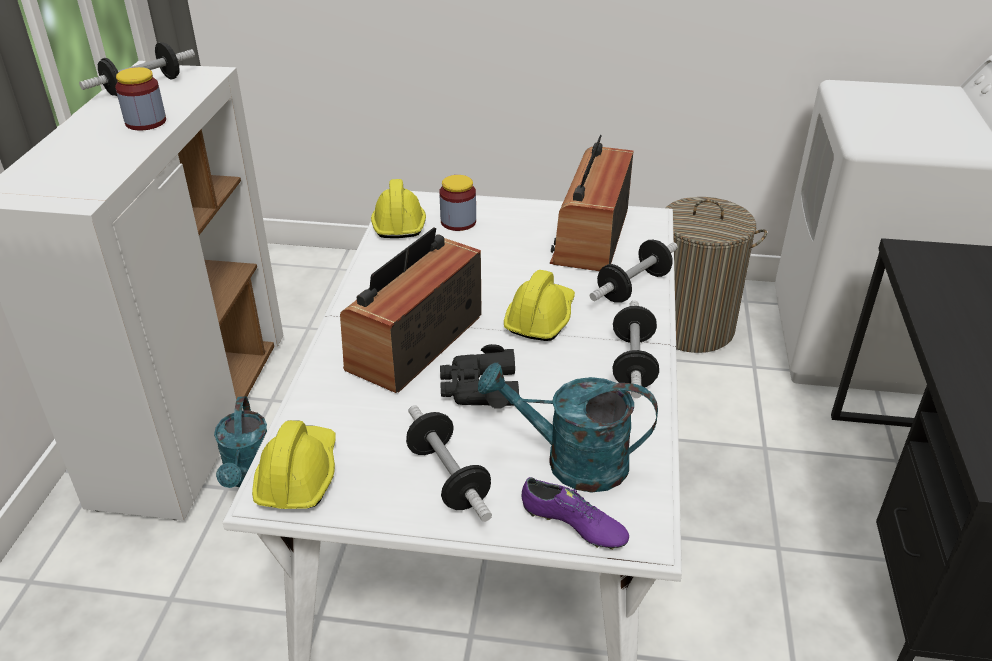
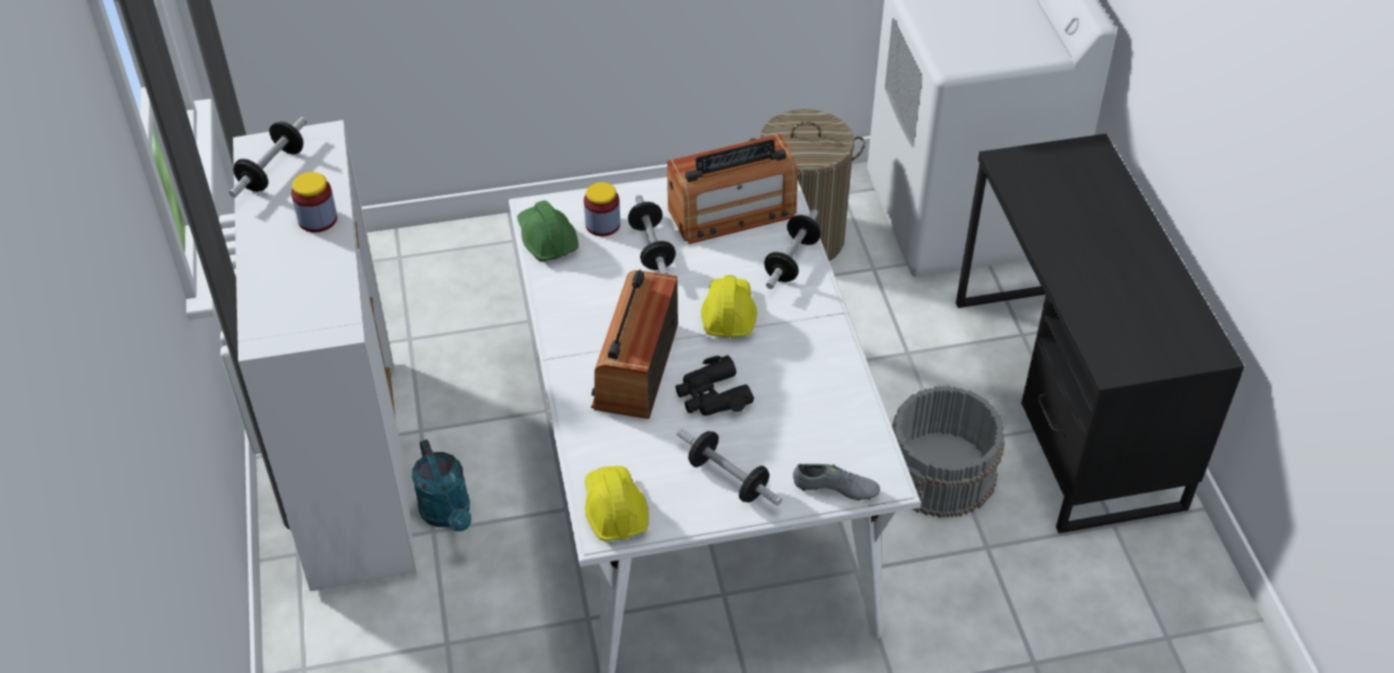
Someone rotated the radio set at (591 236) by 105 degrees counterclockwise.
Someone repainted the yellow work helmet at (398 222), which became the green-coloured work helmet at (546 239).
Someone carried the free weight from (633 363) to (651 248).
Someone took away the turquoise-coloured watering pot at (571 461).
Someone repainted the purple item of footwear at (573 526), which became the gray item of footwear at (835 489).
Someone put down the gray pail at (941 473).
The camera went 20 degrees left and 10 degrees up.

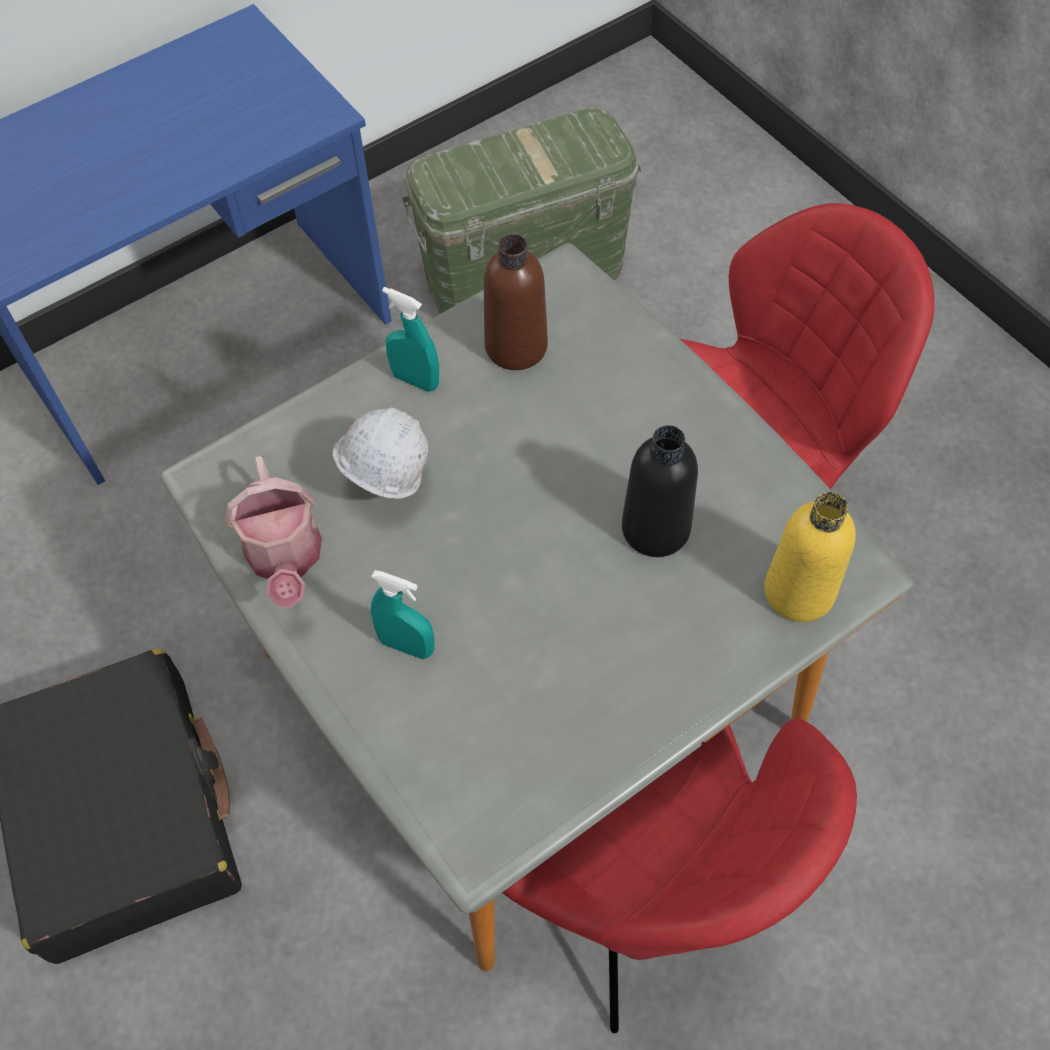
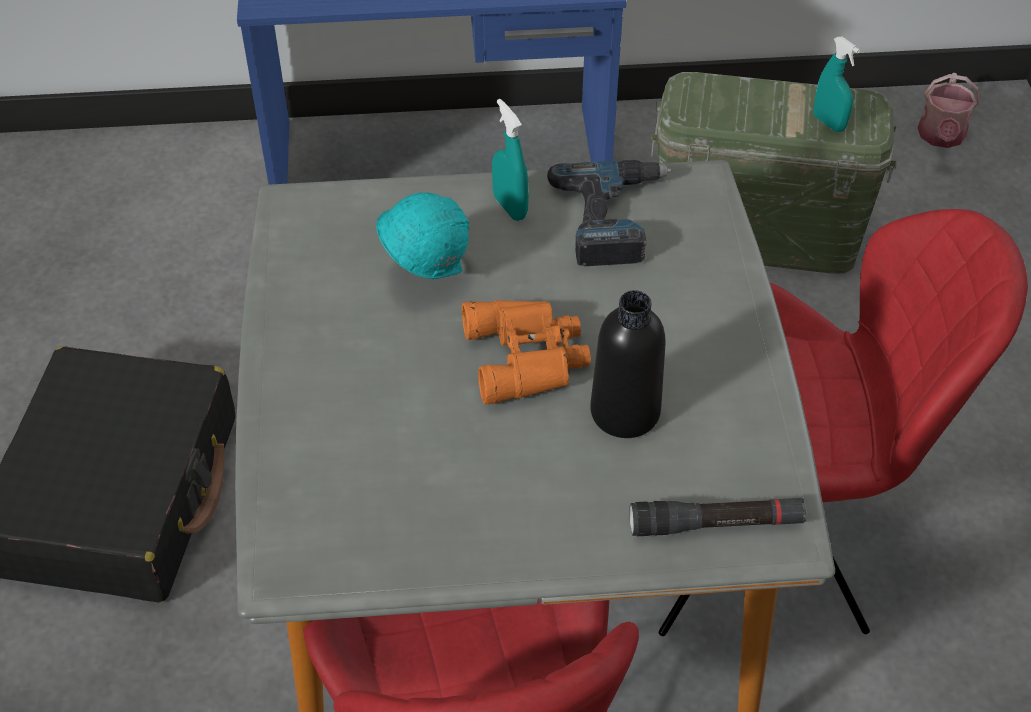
Someone swapped the brown-coloured bottle at (516 346) for the electric drill at (614 219).
Someone repainted the whitish work helmet at (385 484), which became the turquoise-coloured work helmet at (425 272).
Someone carried the watering pot from (286 559) to (941 137).
Someone swapped the yellow bottle at (799 591) for the black torch at (716 524).
Someone carried the turquoise-coloured sprayer from (407 645) to (829 123).
Someone put down the orangey pair of binoculars at (528 356).
The camera went 30 degrees right and 10 degrees down.

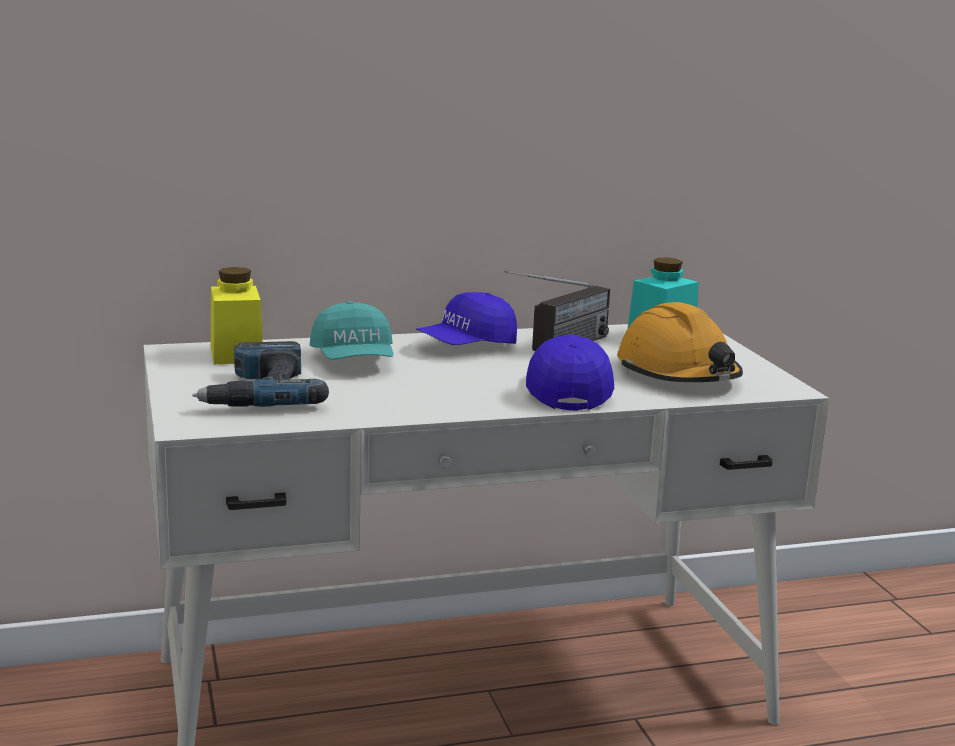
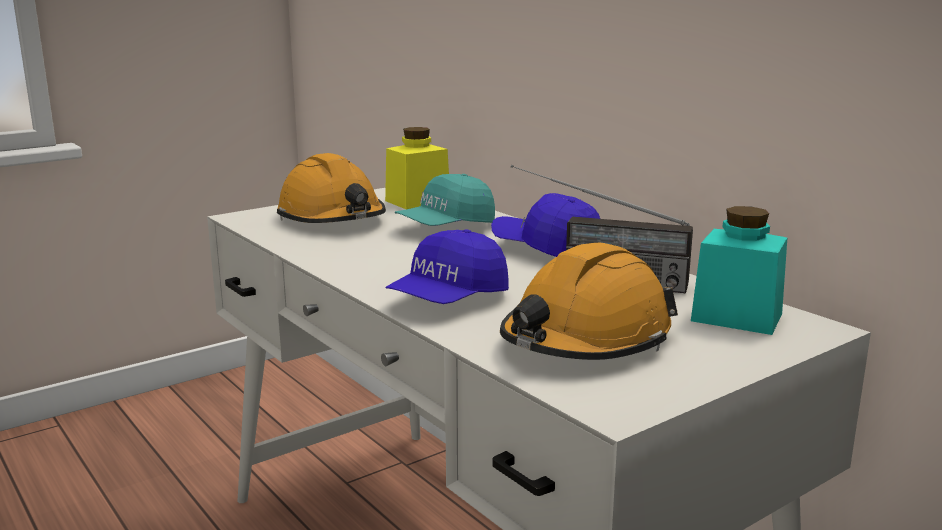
Someone rotated the bluish peaked cap at (567 391) by 150 degrees clockwise.
Someone swapped the electric drill at (259 392) for the orangey work helmet at (332 218).
The camera went 70 degrees right and 0 degrees up.

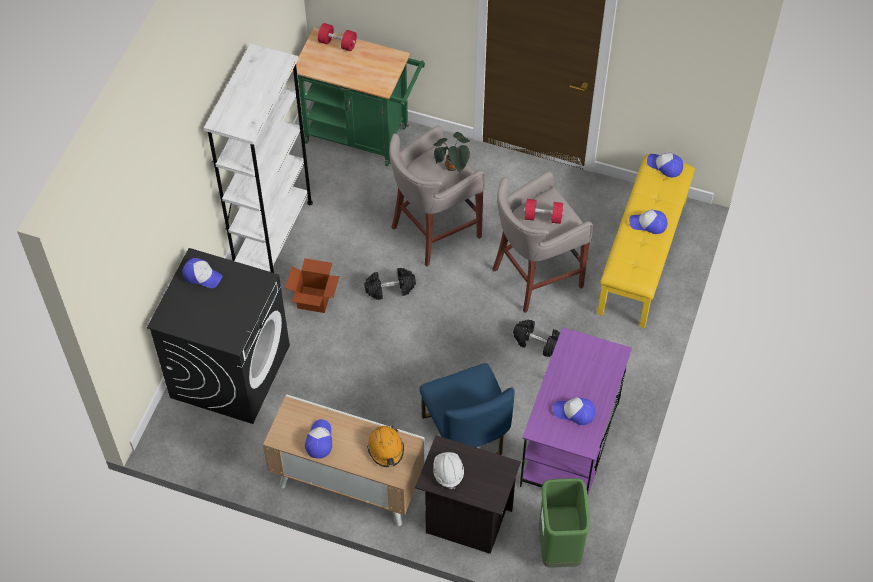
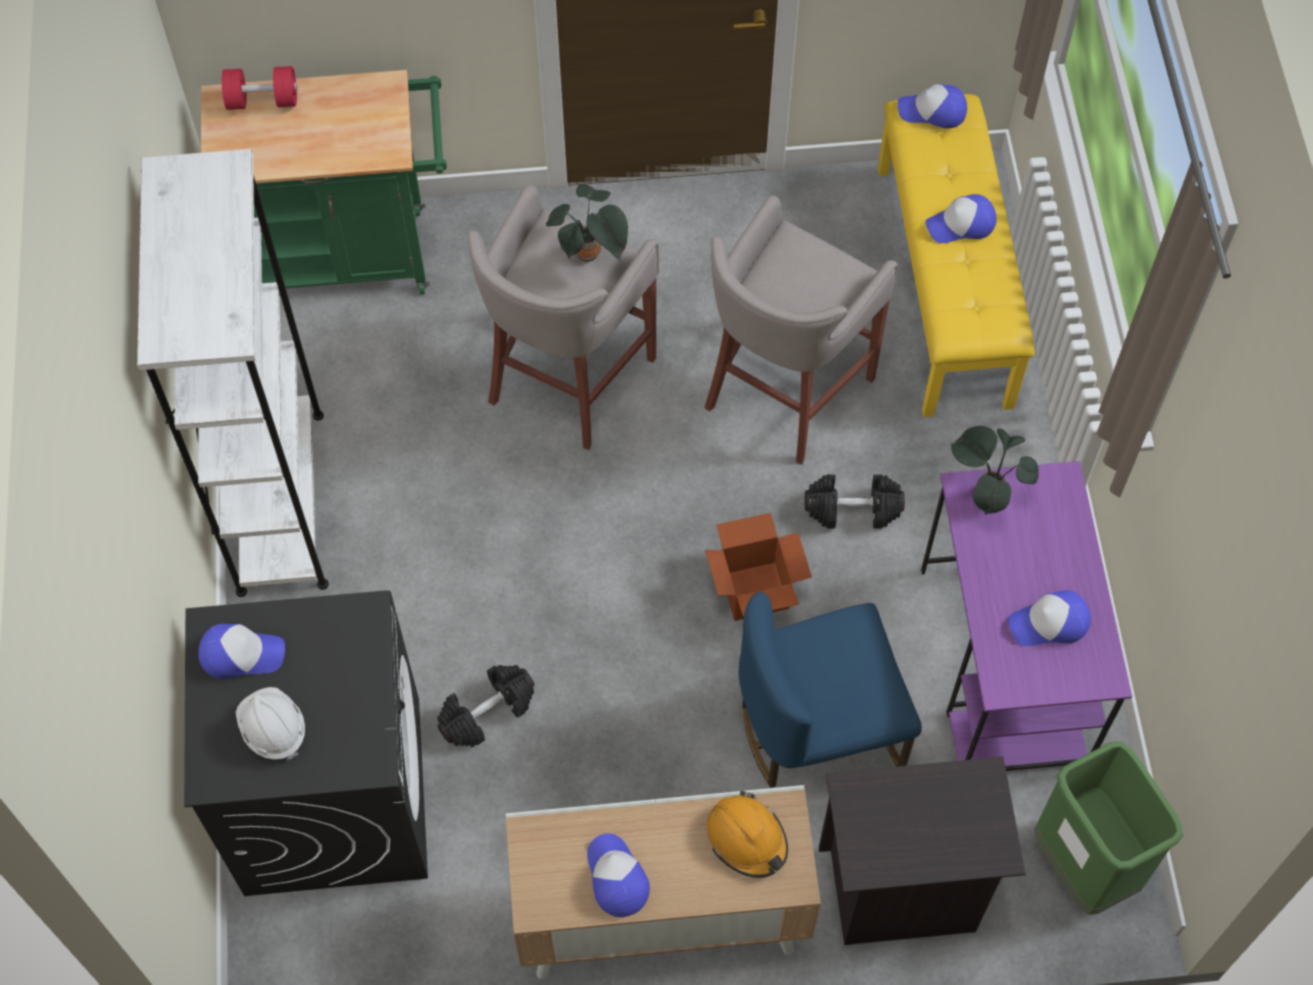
Someone took away the reddish free weight at (543 217).
Someone carried the cardboard box from (313 299) to (754 592).
Someone carried the black free weight from (390 288) to (487 712).
Someone rotated the bluish chair at (466 433) by 120 degrees clockwise.
Someone carried the whitish work helmet from (448 473) to (273 730).
Someone put down the houseplant at (985 494).
The camera went 25 degrees left and 5 degrees up.

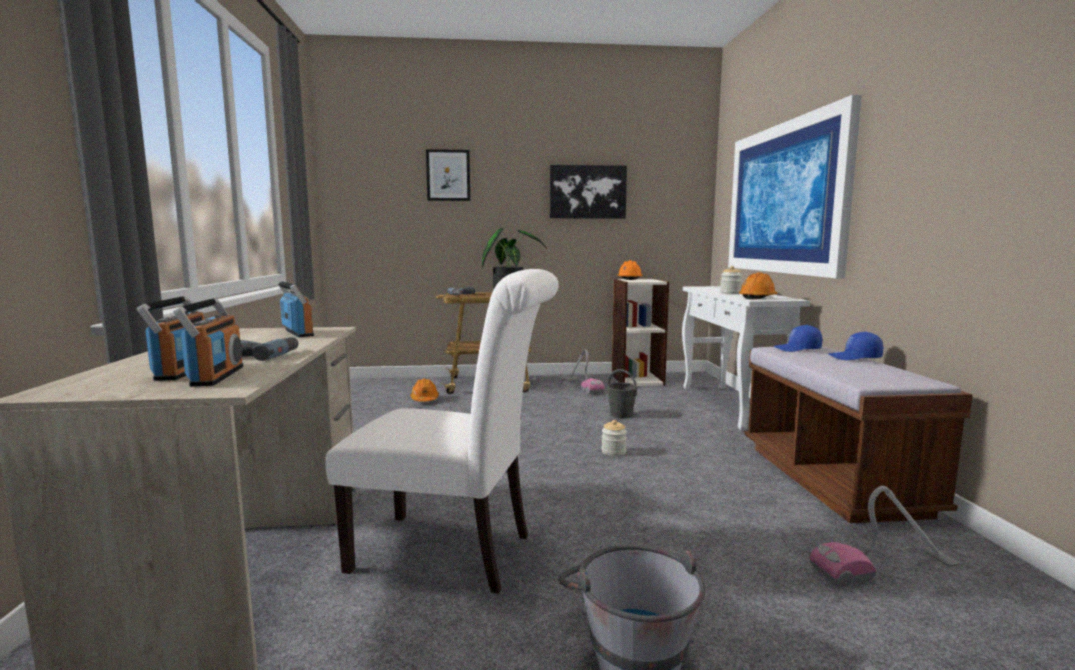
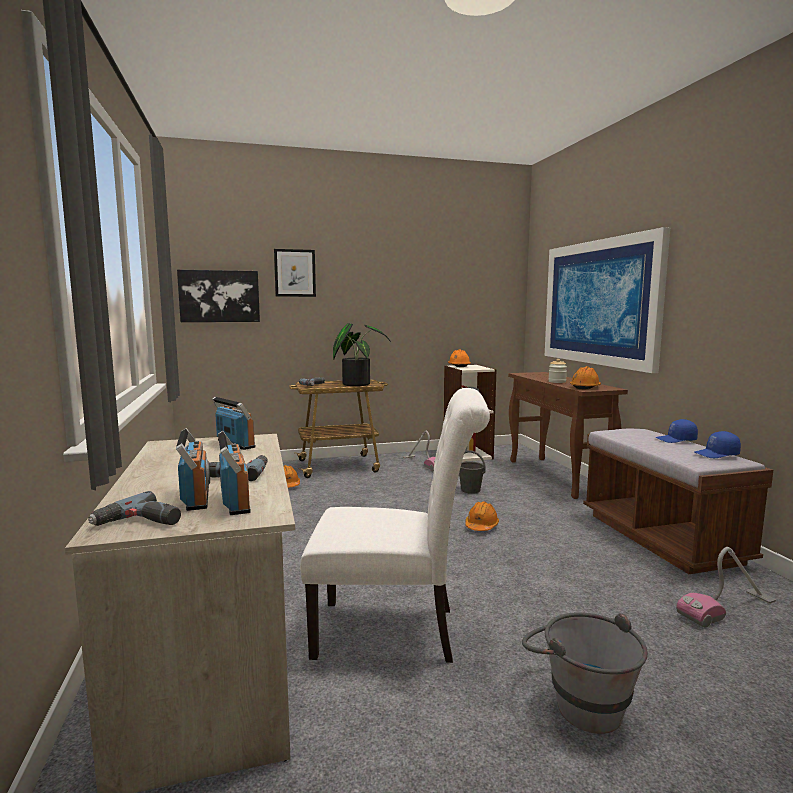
Someone carried the picture from (587 192) to (219 296).
Someone repainted the whitish console table at (731 407), which became the brown-coloured console table at (557 477).
Someone carried the bluish peaked cap from (797 349) to (716 454).
Someone swapped the jar at (613 452) for the orangey work helmet at (481 526).
Someone put down the electric drill at (139 523).
The camera went 10 degrees left and 0 degrees up.

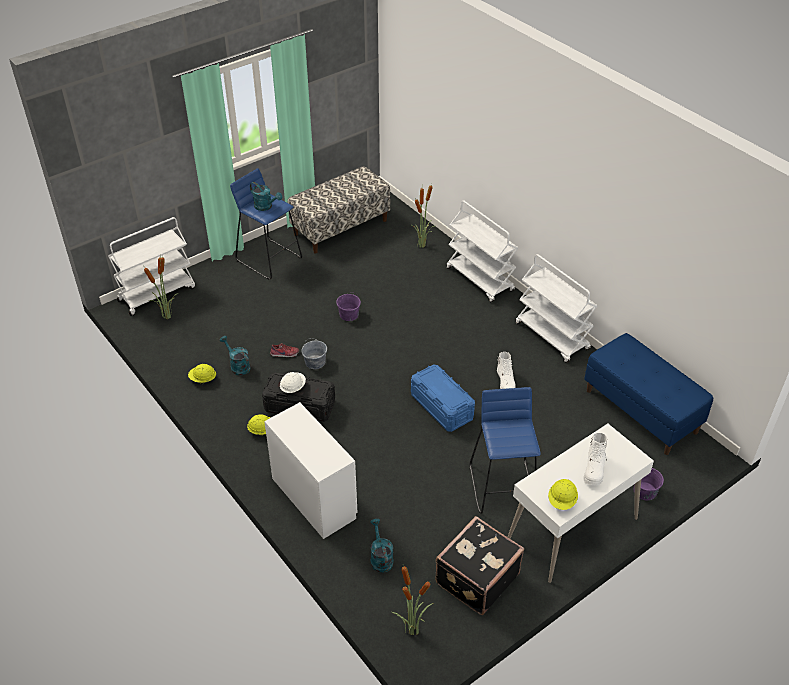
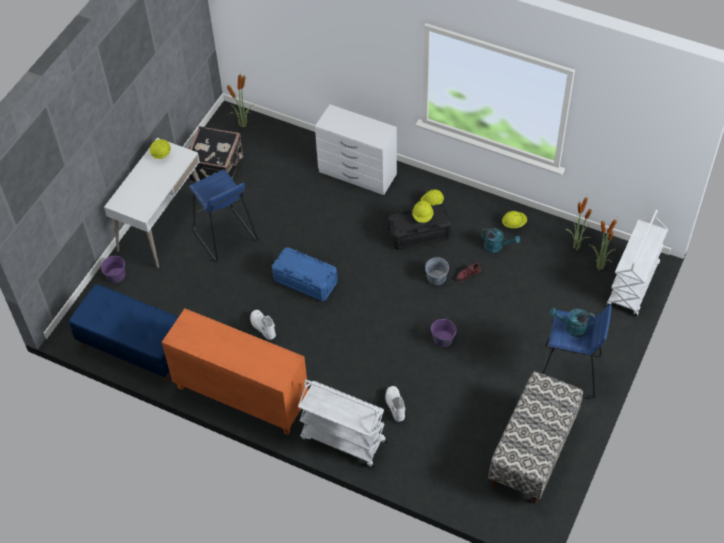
Someone carried the houseplant from (422 245) to (575 246).
Someone swapped the whitish trolley at (552 336) for the orangey storage cabinet at (240 396).
Someone repainted the whitish work helmet at (293 388), which became the yellow work helmet at (422 216).
Someone carried the whitish boot from (594 469) to (395 406).
Someone took away the turquoise-coloured watering pot at (380 558).
The camera went 155 degrees right and 10 degrees up.

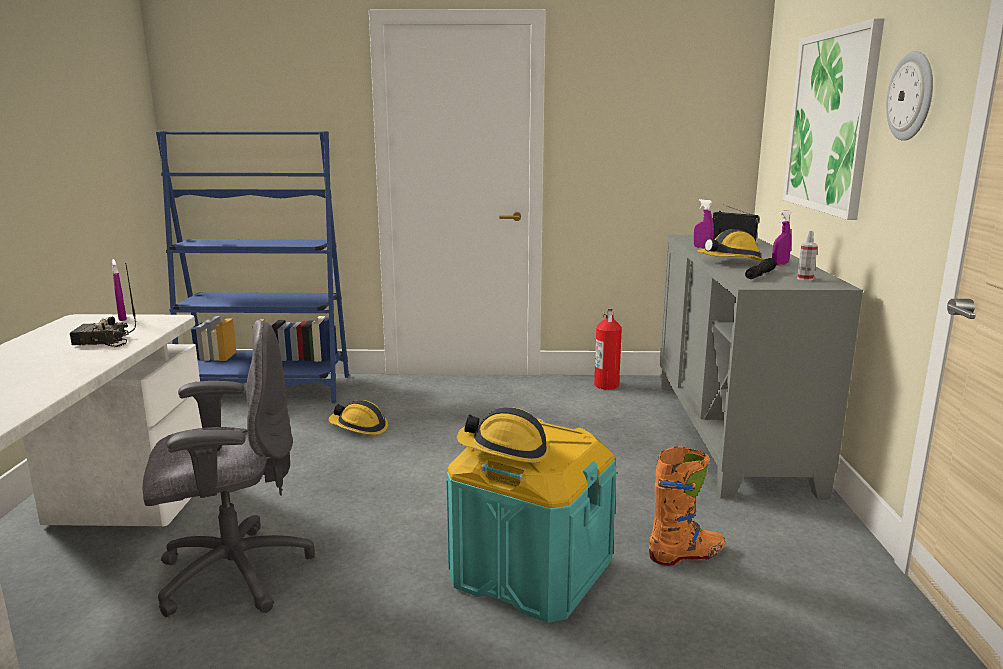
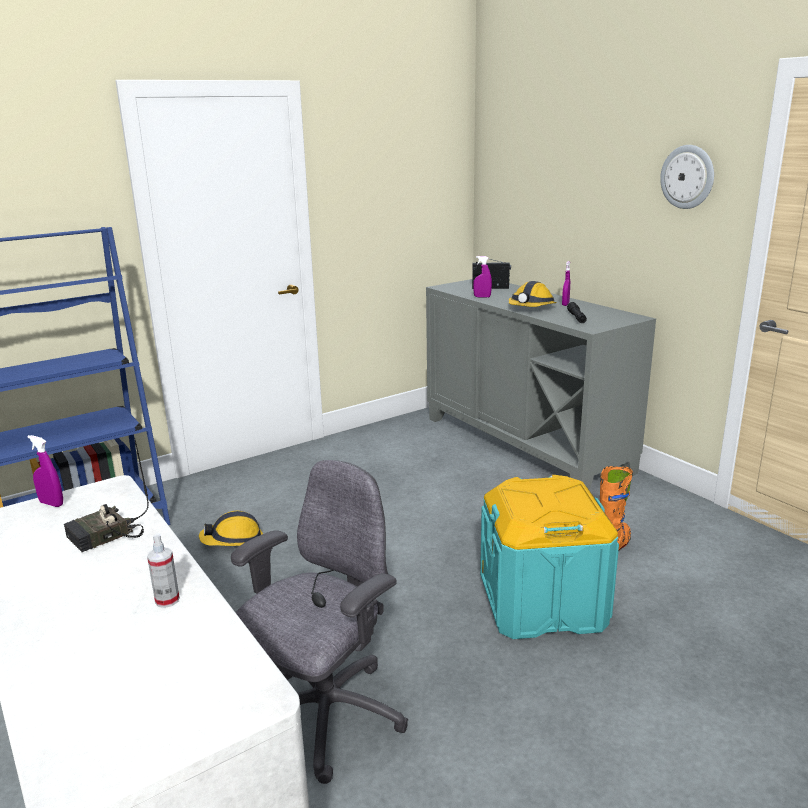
Someone took away the picture at (830 122).
Someone carried the sprayer from (805 279) to (167 600).
Someone took away the extinguisher at (607 385).
Someone took away the work helmet at (505 451).
The camera went 35 degrees left and 5 degrees up.

